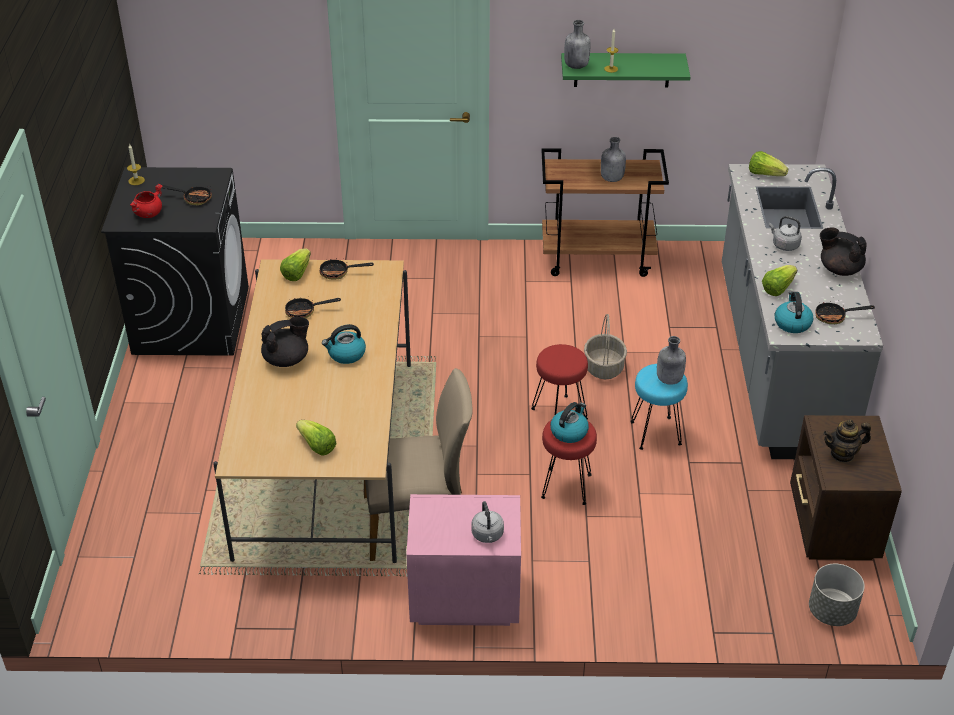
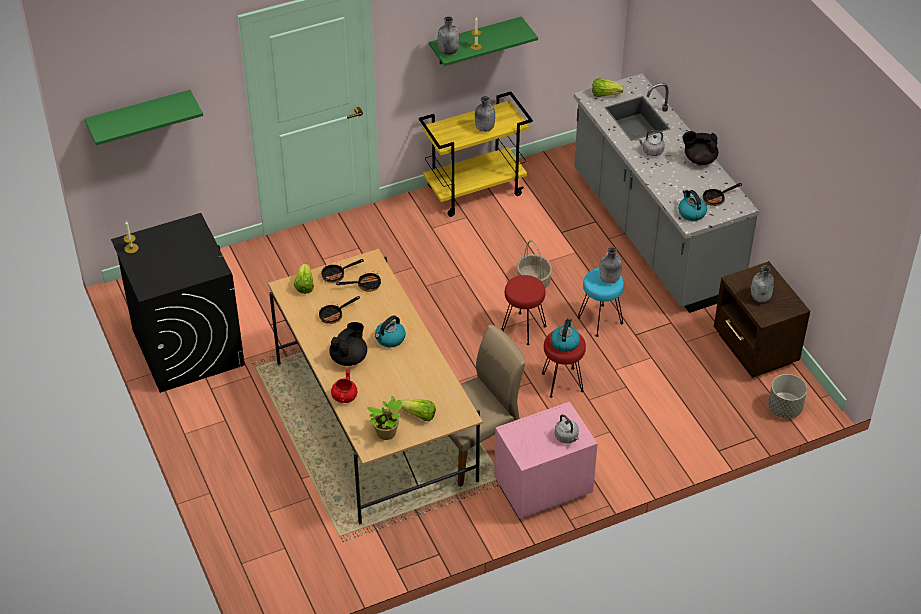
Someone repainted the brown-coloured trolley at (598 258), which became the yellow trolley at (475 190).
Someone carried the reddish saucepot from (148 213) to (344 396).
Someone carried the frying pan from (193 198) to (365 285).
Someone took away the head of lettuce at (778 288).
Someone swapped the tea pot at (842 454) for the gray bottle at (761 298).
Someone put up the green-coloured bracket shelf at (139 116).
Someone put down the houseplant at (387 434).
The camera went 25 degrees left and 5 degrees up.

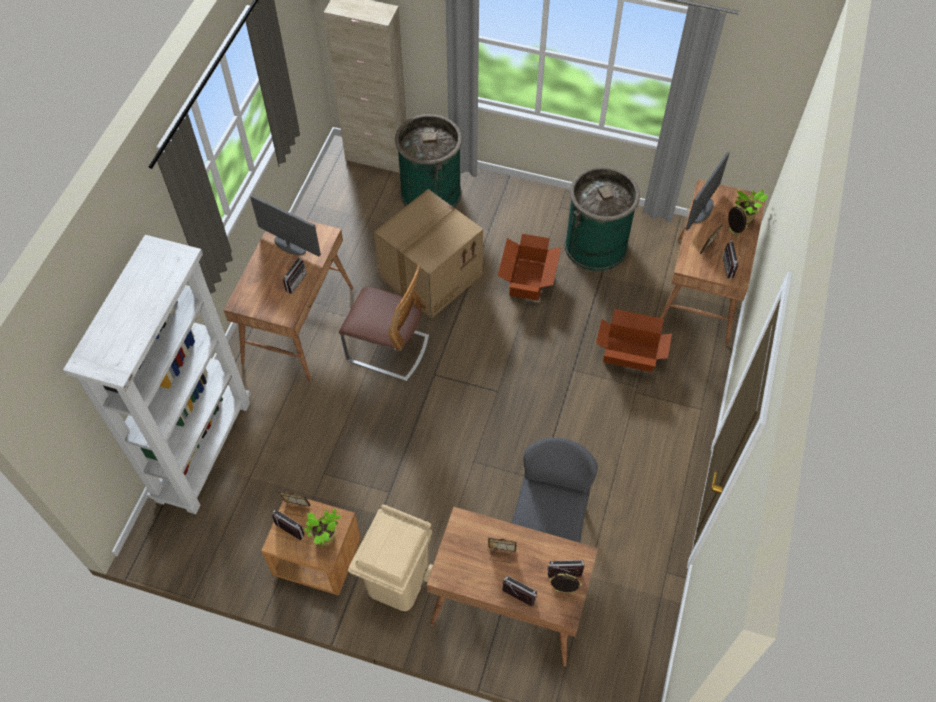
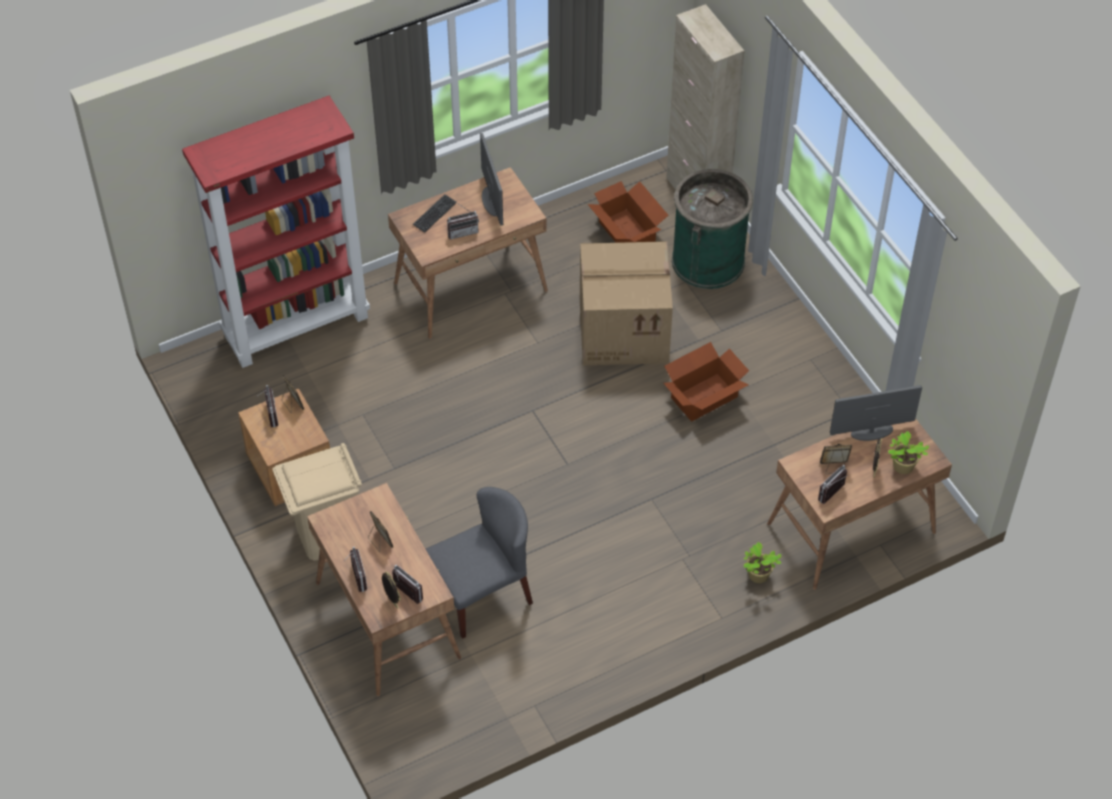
Someone took away the green-coloured rubbish bin at (595 246).
Someone repainted the whitish shelving unit at (203 449), which became the reddish shelving unit at (297 326).
Someone took away the chair at (388 349).
Someone carried the cardboard box from (629 353) to (627 232).
Someone carried the houseplant from (326 538) to (758 576).
Someone put down the computer keyboard at (434 214).
The camera went 45 degrees right and 5 degrees down.

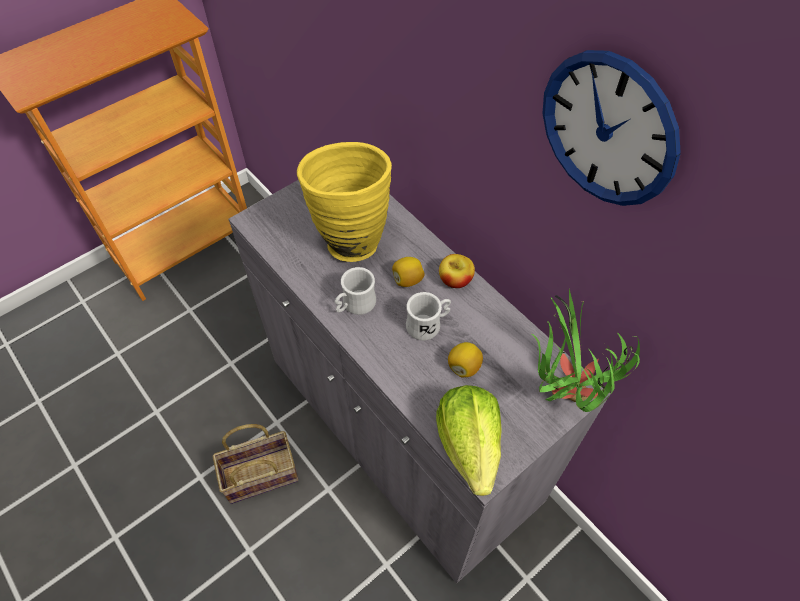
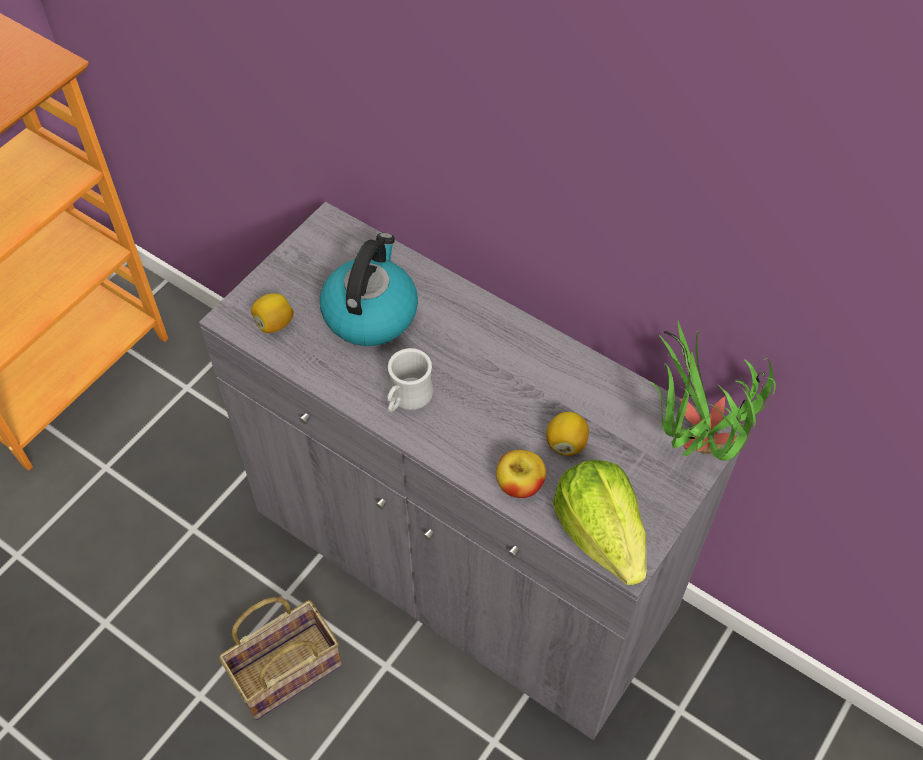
Someone took away the hanging clock at (608 130).
Someone swapped the yellow decorative vase at (349 237) for the tea kettle at (370 313).
Someone carried the apple from (455 280) to (519 485).
Someone carried the citrus fruit from (407 280) to (274 323).
Someone took away the whitish coffee mug at (428 324).
The camera went 15 degrees left and 0 degrees up.

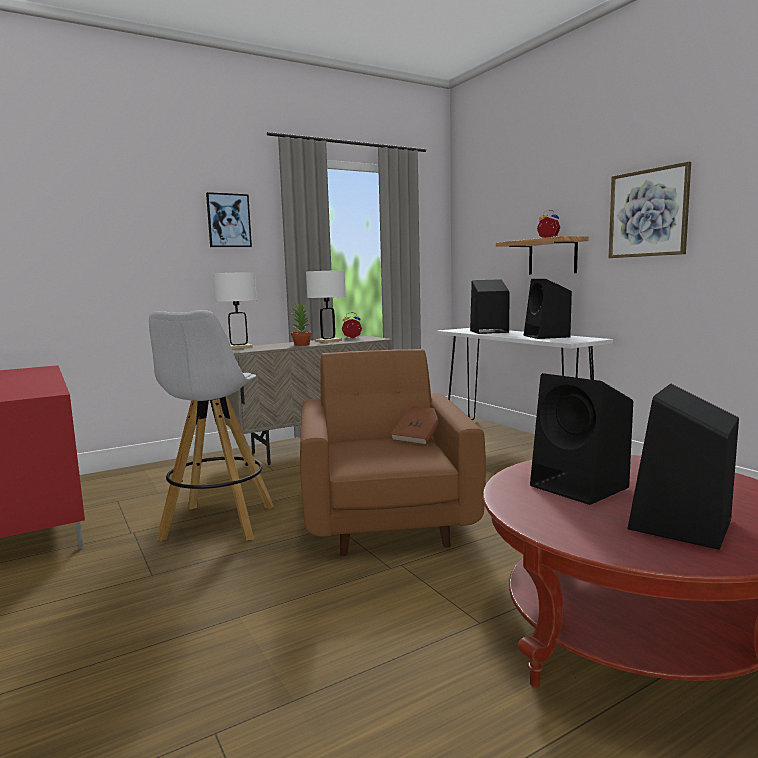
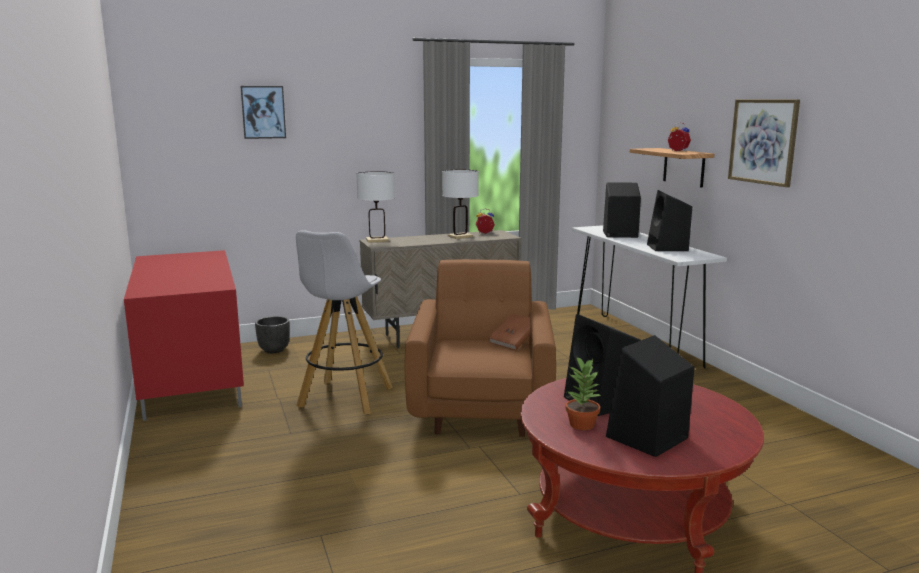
Someone carried the picture from (228 220) to (263 112).
Someone carried the houseplant from (302 345) to (582 424).
Someone put down the black planter at (274 350).
The camera went 10 degrees right and 5 degrees up.

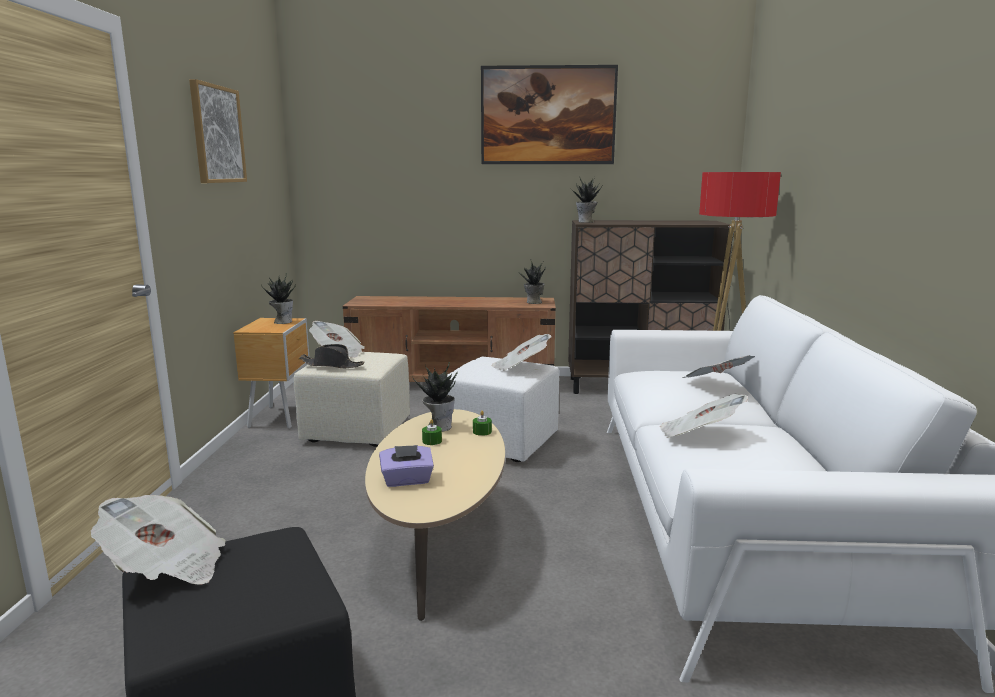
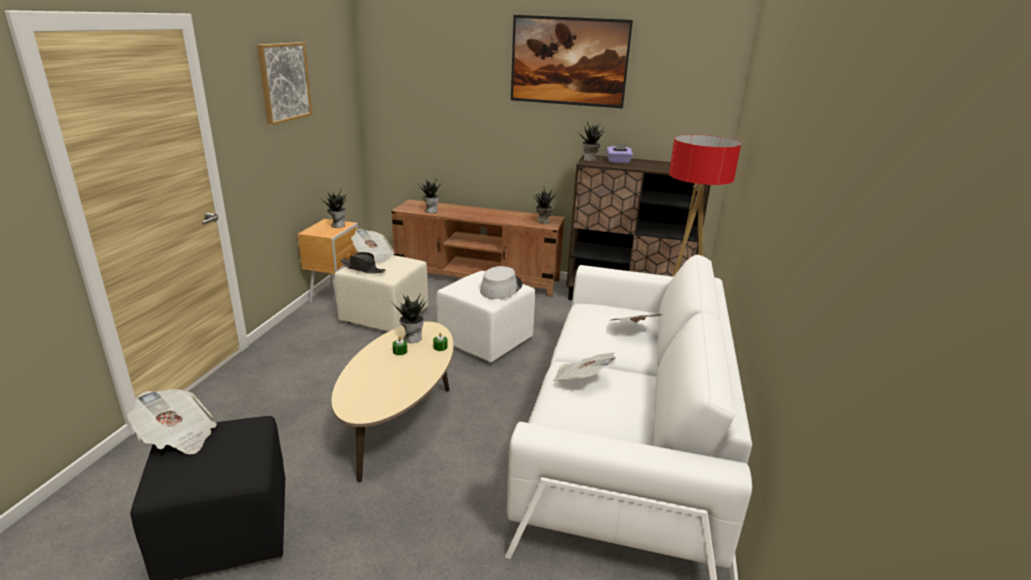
Someone swapped the newspaper at (520 367) for the gray wearable hat at (501 288).
Someone carried the purple tissue box from (407 480) to (618 162).
Someone put down the houseplant at (431 211).
The camera went 10 degrees right and 10 degrees up.

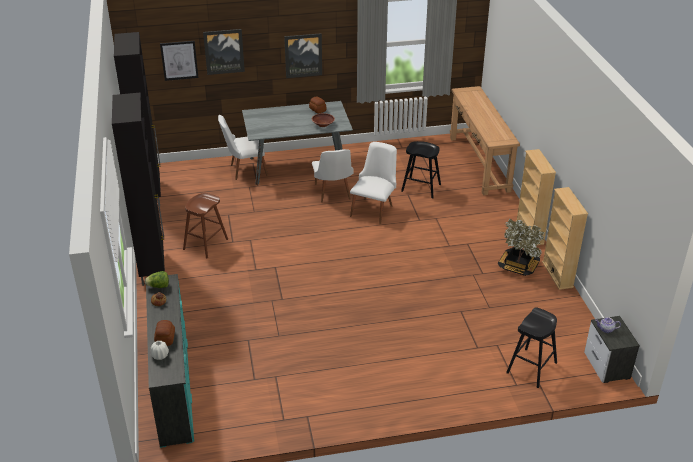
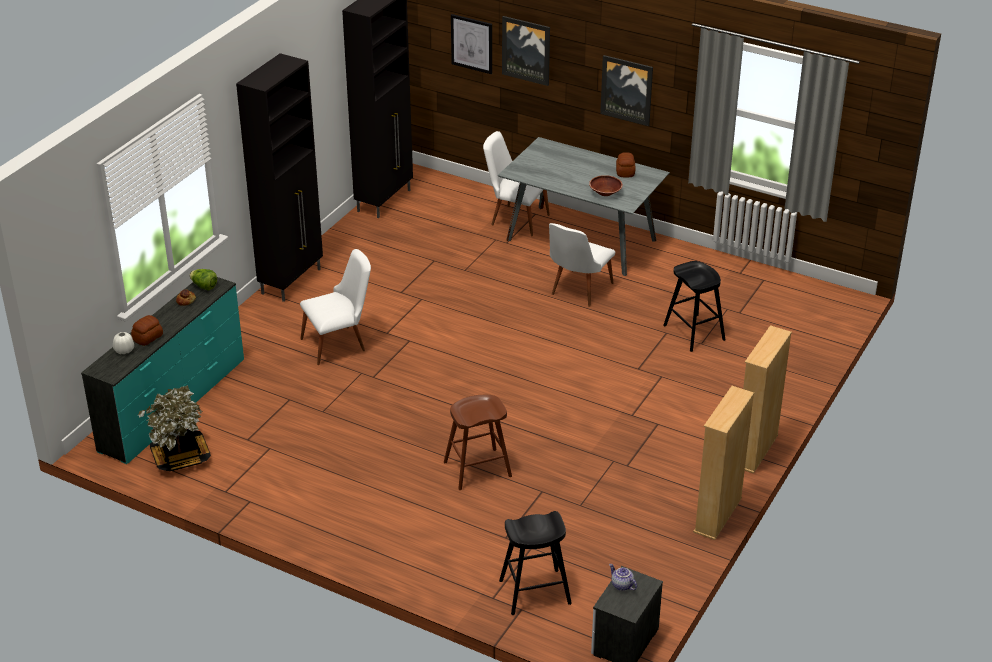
Someone took away the brown-coloured console table at (479 164).
Someone carried the whitish chair from (374 209) to (339 344).
Someone carried the brown-coloured sitting stool from (205 244) to (477 469).
Someone carried the houseplant from (518 266) to (180 457).
The camera went 40 degrees right and 0 degrees up.

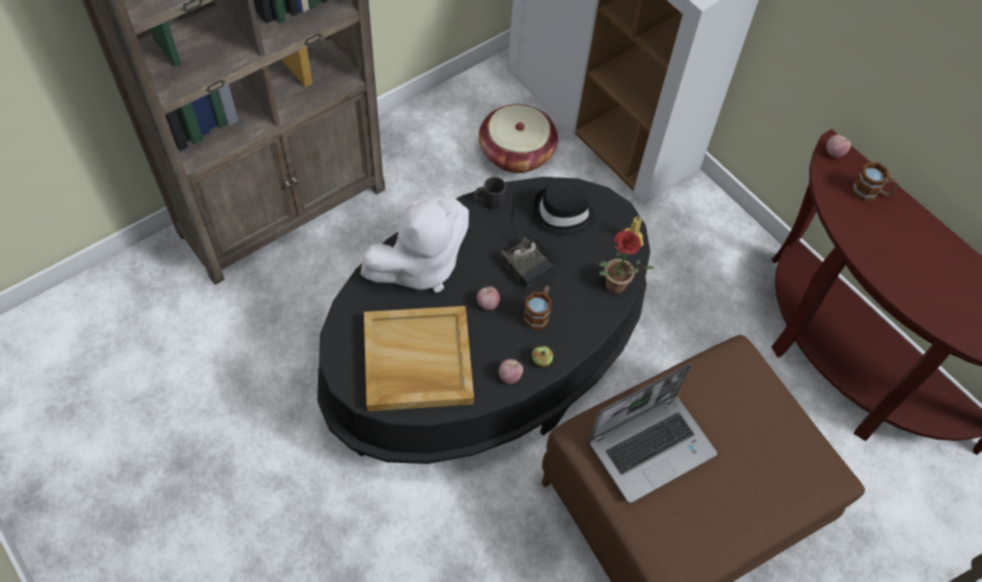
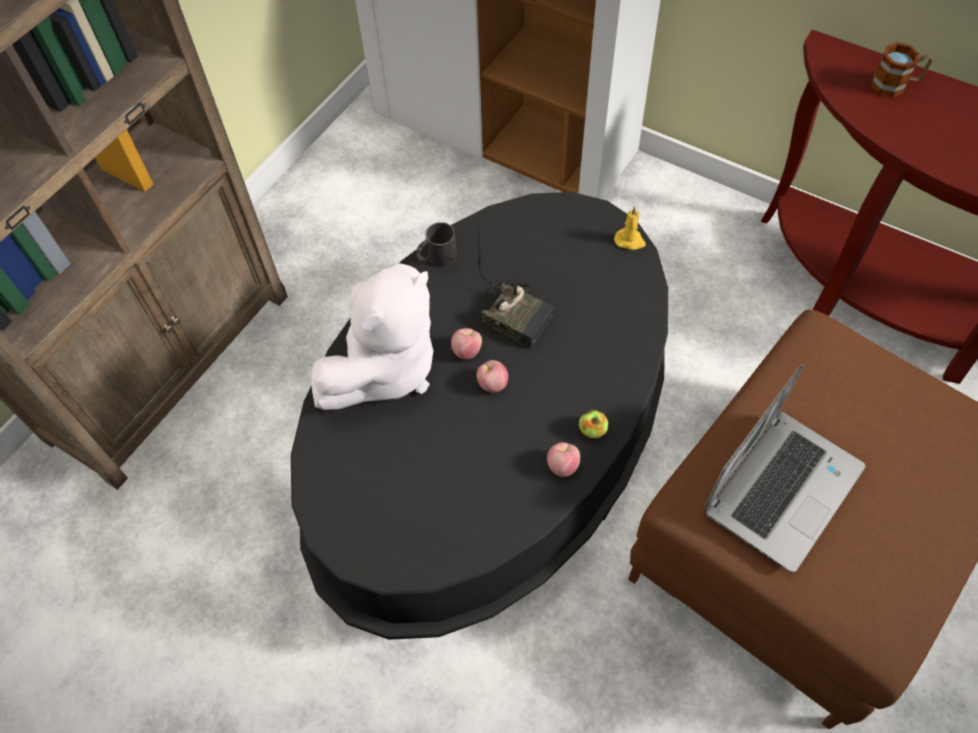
Someone took away the basket at (516 152).
Someone carried the apple from (834 152) to (467 351).
Someone took away the black wearable hat at (563 214).
Someone took away the houseplant at (613 288).
Someone took away the coffee mug at (538 313).
Someone took away the sand-coloured serving tray at (416 361).
The camera went 15 degrees left and 0 degrees up.

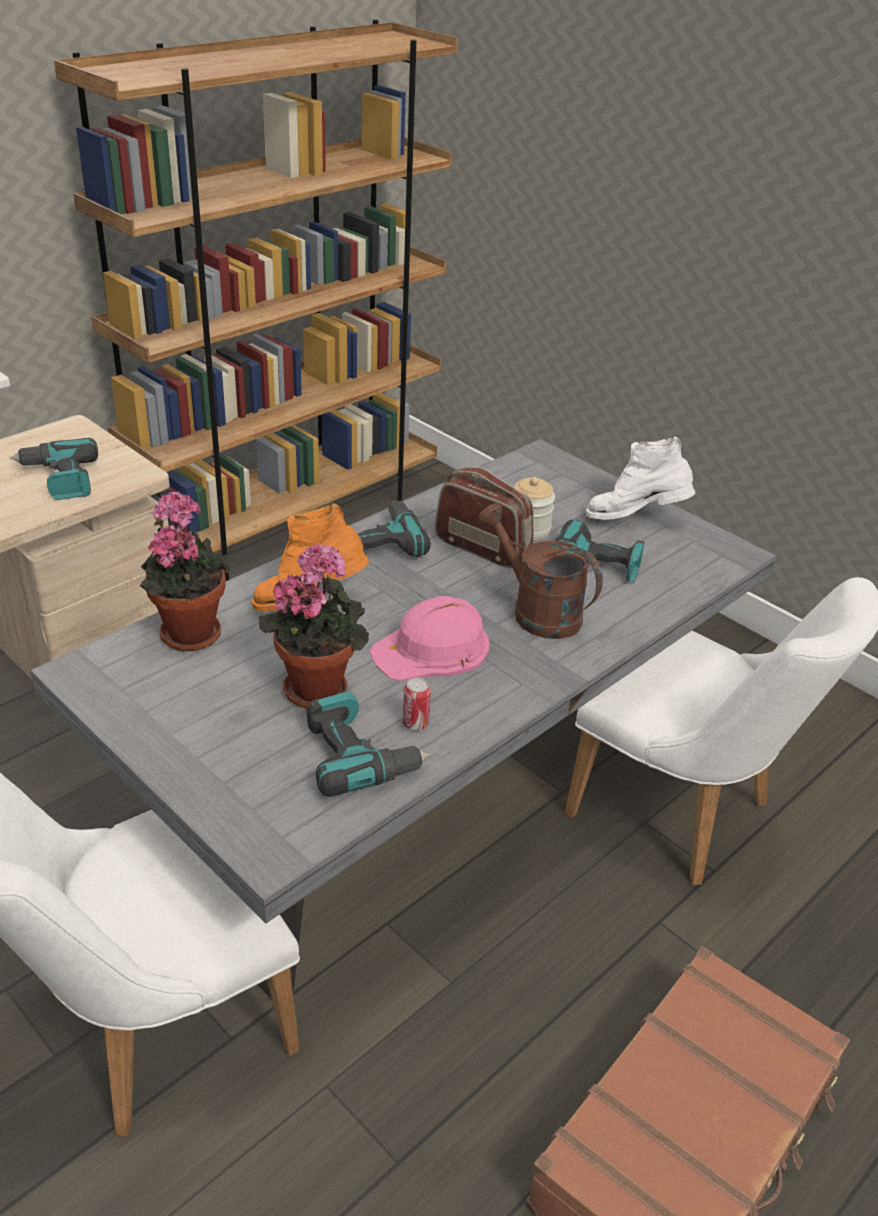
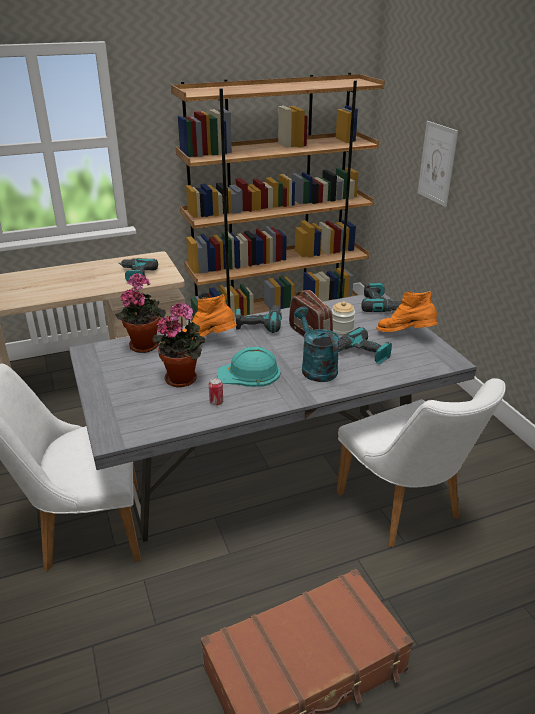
Someone repainted the whitish boot at (635 519), which became the orangey boot at (405 335).
Someone repainted the brown-coloured watering pot at (536 611), which became the turquoise-coloured watering pot at (315 367).
Someone repainted the pink work helmet at (432 649), which became the turquoise-coloured work helmet at (249 373).
Someone carried the electric drill from (359 756) to (380 305).
Someone put up the picture at (437 163).
The camera went 25 degrees right and 5 degrees down.

